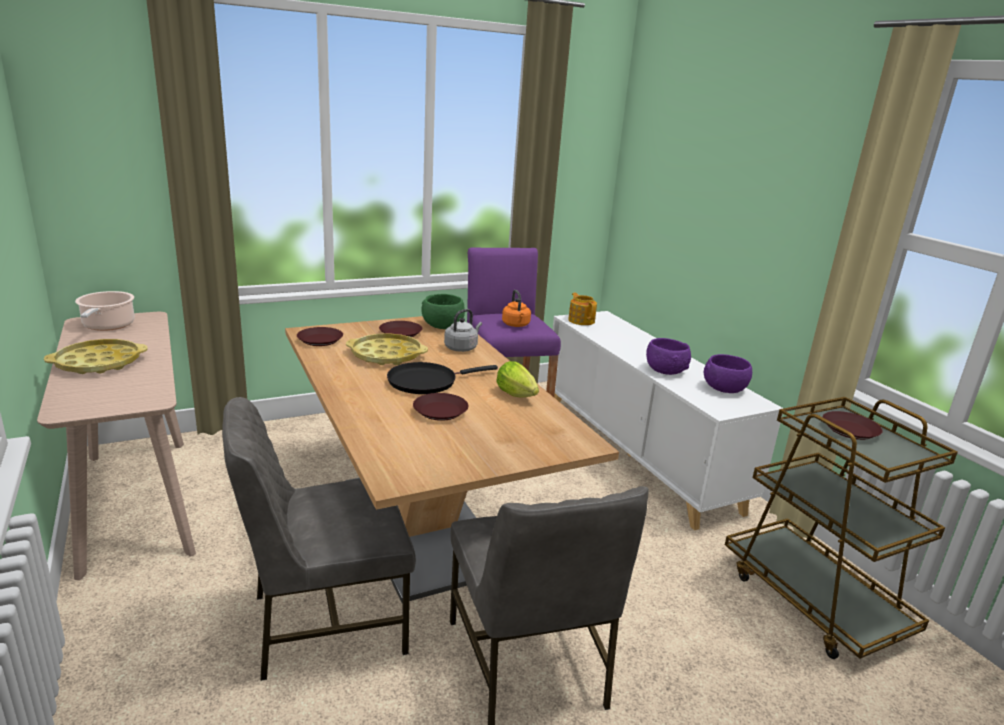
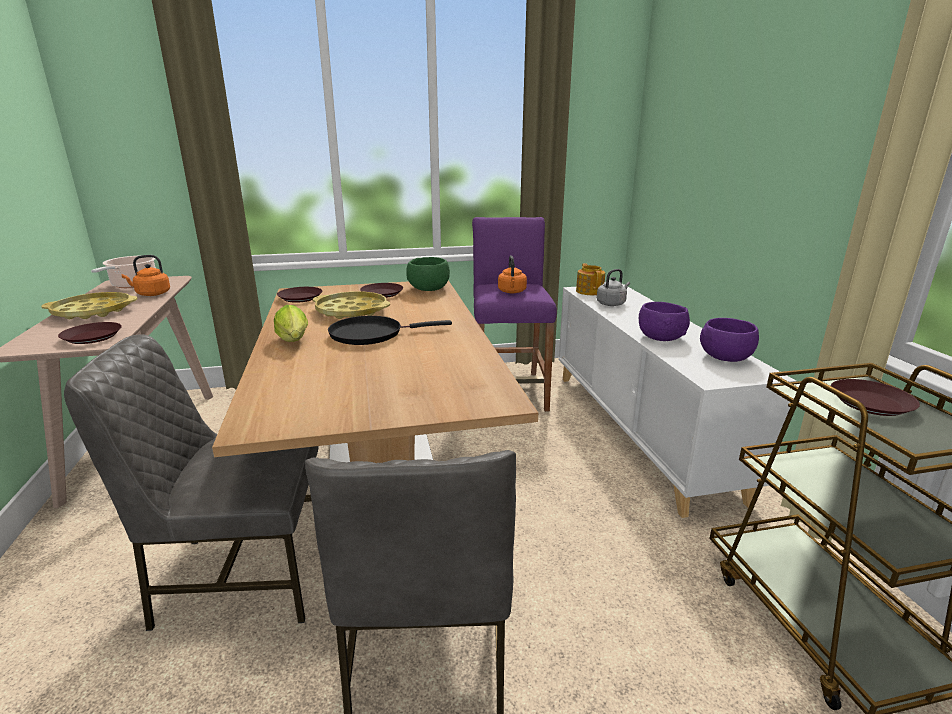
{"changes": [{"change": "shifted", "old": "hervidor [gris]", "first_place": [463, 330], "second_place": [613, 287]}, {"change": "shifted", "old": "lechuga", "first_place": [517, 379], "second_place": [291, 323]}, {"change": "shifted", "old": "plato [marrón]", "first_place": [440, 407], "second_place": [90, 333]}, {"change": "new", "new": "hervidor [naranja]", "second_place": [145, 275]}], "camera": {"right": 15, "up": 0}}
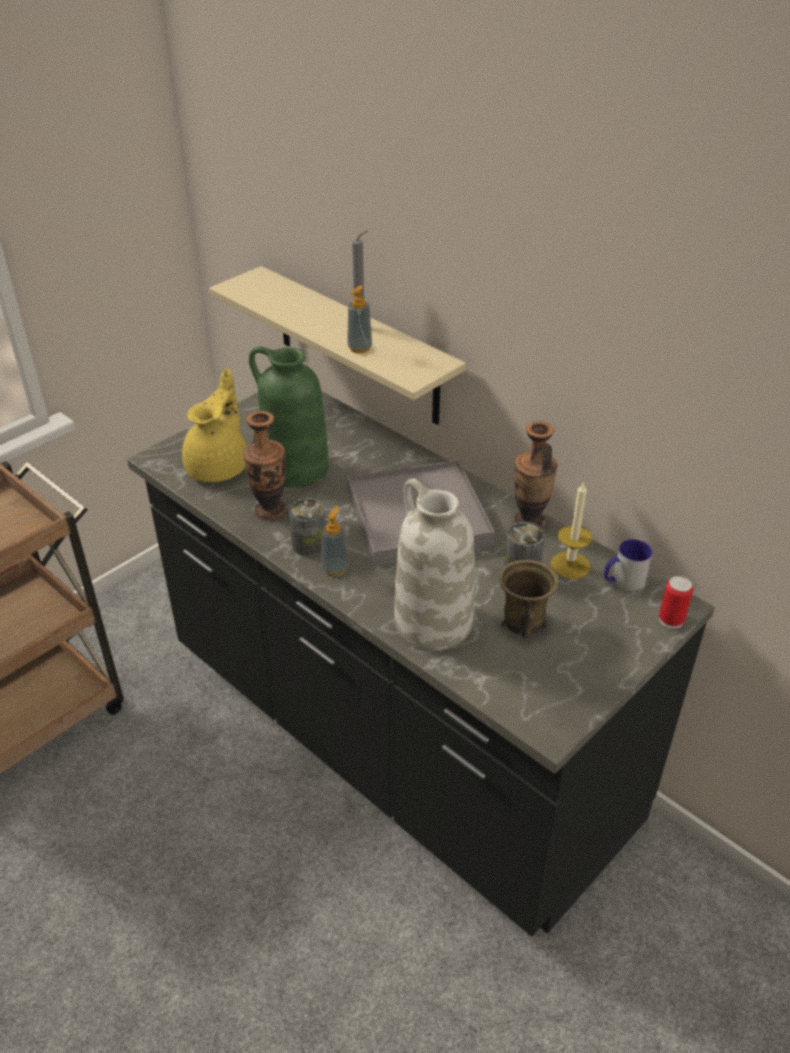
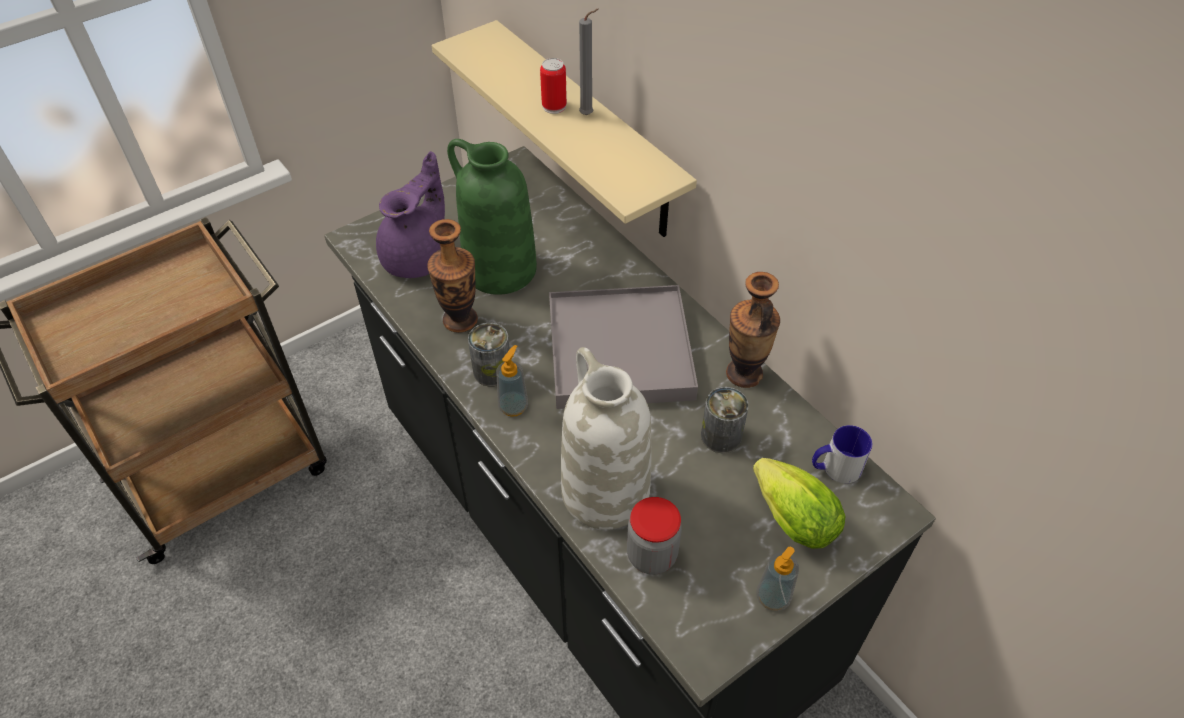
{"changes": [{"change": "shifted", "old": "dispensador de jabón", "first_place": [359, 319], "second_place": [777, 579]}, {"change": "repainted", "old": "tetera [amarillo]", "new": "tetera [morado]", "first_place": [214, 425], "second_place": [410, 214]}, {"change": "gone", "old": "vela", "first_place": [571, 530]}, {"change": "gone", "old": "taza grande [marrón]", "first_place": [529, 599]}, {"change": "shifted", "old": "lata", "first_place": [676, 602], "second_place": [553, 86]}, {"change": "new", "new": "lechuga", "second_place": [799, 503]}, {"change": "new", "new": "tarro", "second_place": [654, 536]}], "camera": {"right": 10, "up": 10}}
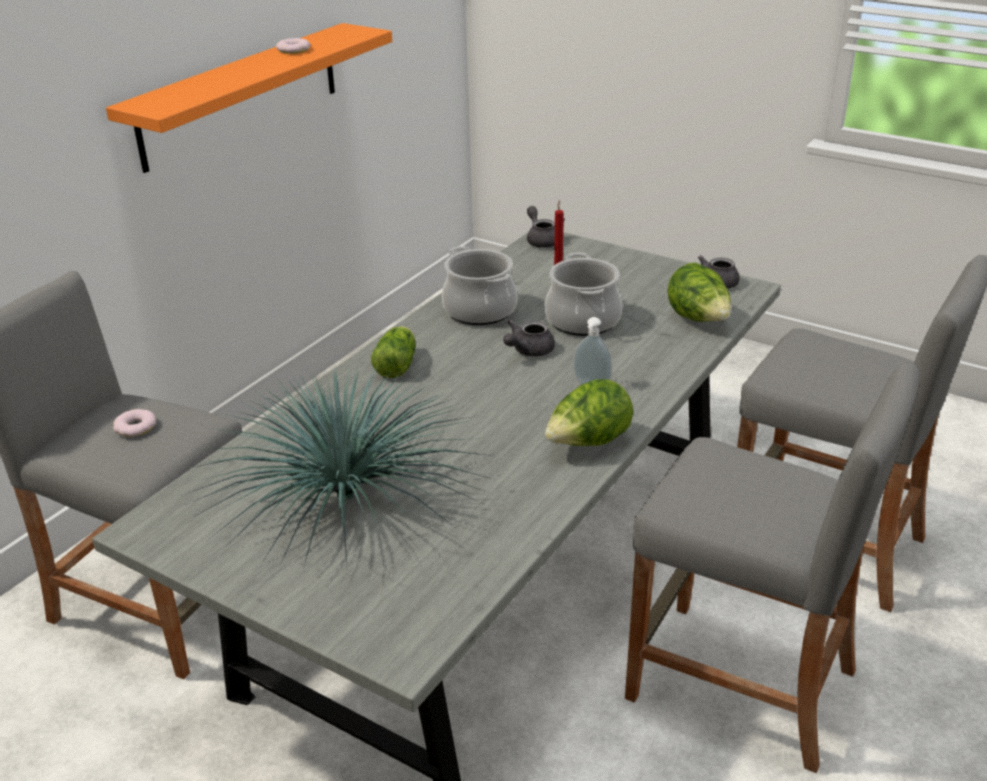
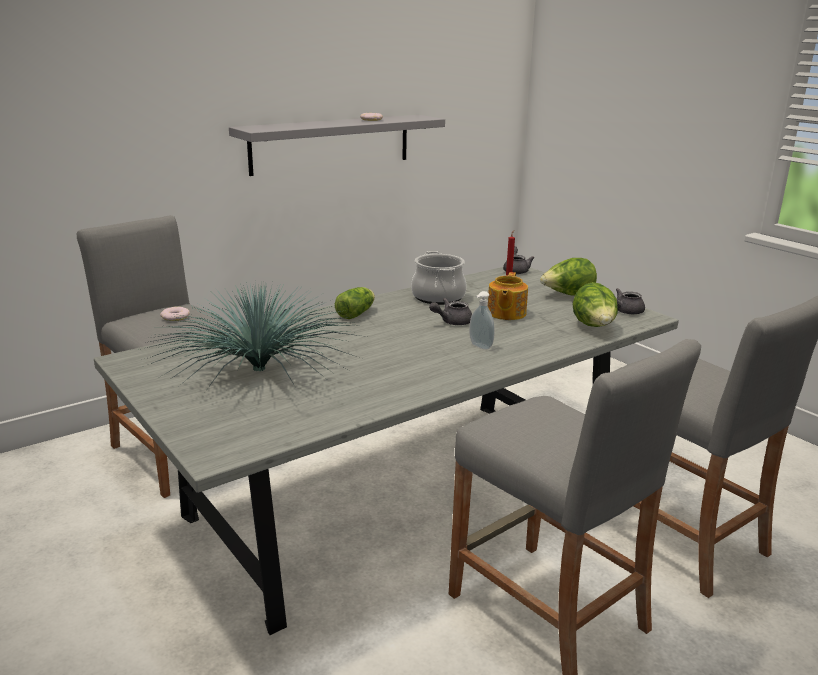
{"changes": [{"change": "repainted", "old": "estante [naranja]", "new": "estante [gris]", "first_place": [249, 98], "second_place": [337, 145]}, {"change": "swapped", "old": "olla", "new": "tetera", "first_place": [584, 294], "second_place": [508, 296]}, {"change": "shifted", "old": "lechuga", "first_place": [589, 412], "second_place": [568, 277]}], "camera": {"right": 20, "up": -10}}
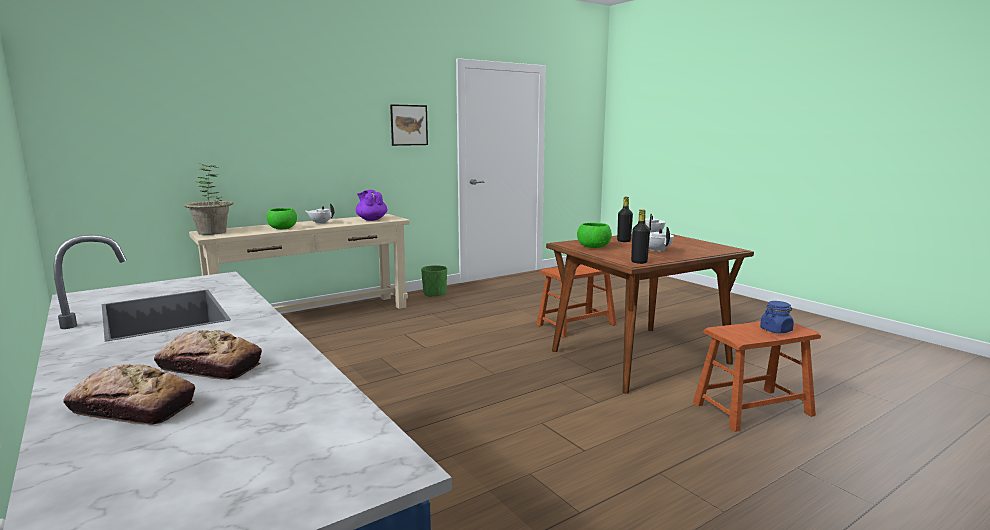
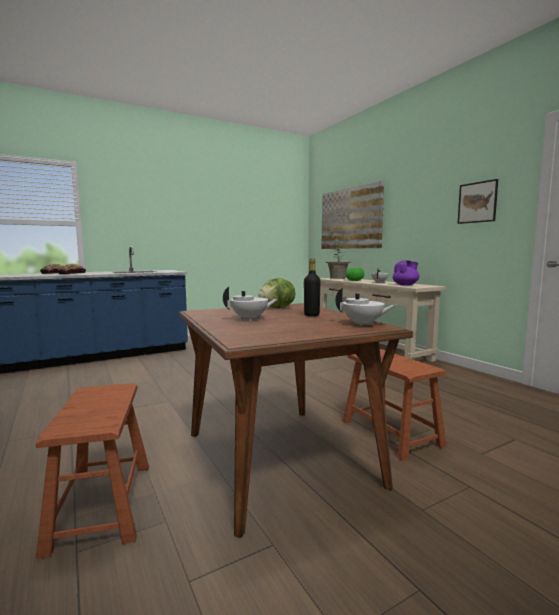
{"changes": [{"change": "gone", "old": "botella [negro]", "first_place": [640, 236]}, {"change": "swapped", "old": "cuenco [verde]", "new": "lechuga", "first_place": [594, 235], "second_place": [277, 293]}, {"change": "gone", "old": "maceta [verde]", "first_place": [434, 281]}, {"change": "gone", "old": "tarro [azul]", "first_place": [777, 317]}, {"change": "new", "new": "cuadro", "second_place": [353, 215]}], "camera": {"right": 95, "up": -5}}
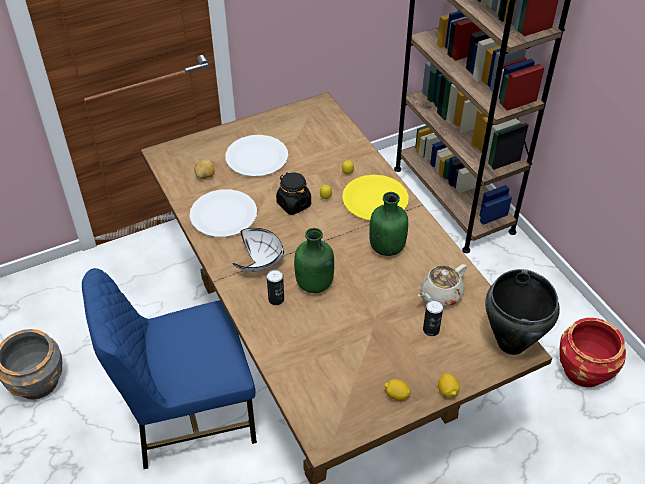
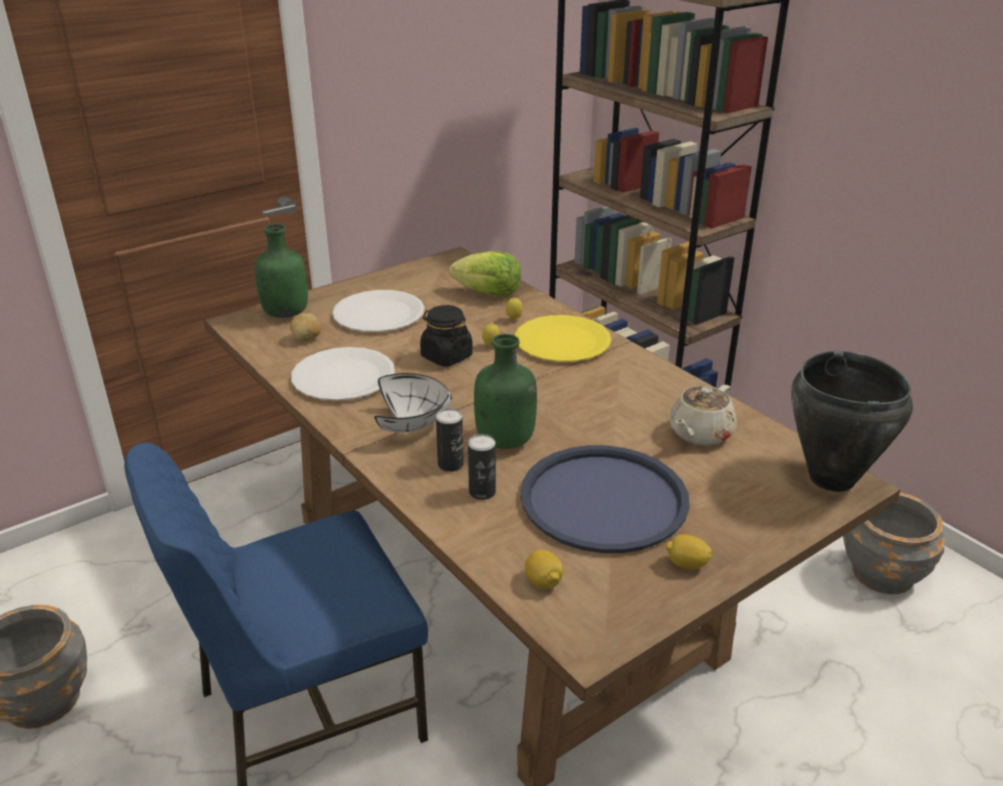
{"changes": [{"change": "shifted", "old": "botella [verde]", "first_place": [388, 224], "second_place": [281, 271]}, {"change": "shifted", "old": "lata", "first_place": [433, 318], "second_place": [482, 467]}, {"change": "repainted", "old": "maceta [rojo]", "new": "maceta [gris]", "first_place": [592, 352], "second_place": [894, 543]}, {"change": "shifted", "old": "limón", "first_place": [449, 386], "second_place": [544, 569]}, {"change": "new", "new": "lechuga", "second_place": [485, 274]}, {"change": "new", "new": "bandeja [azul]", "second_place": [605, 499]}], "camera": {"right": -10, "up": -15}}
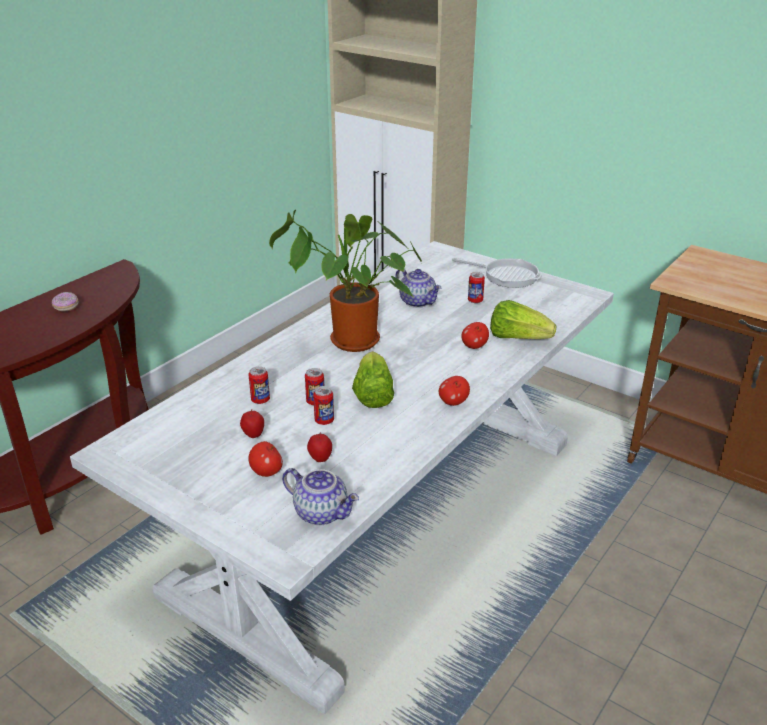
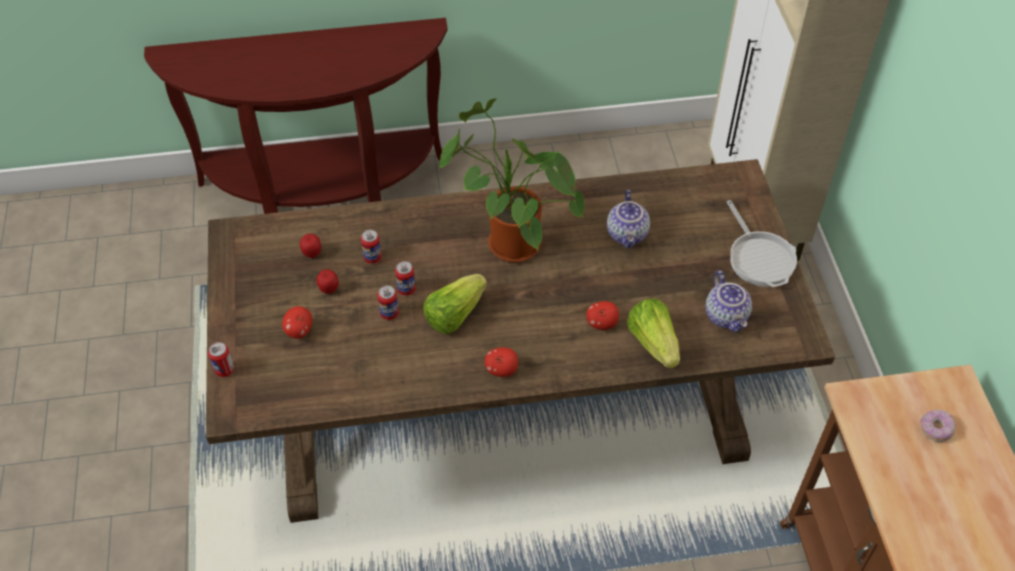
{"changes": [{"change": "repainted", "old": "mesa de comedor [blanco]", "new": "mesa de comedor [marrón]", "first_place": [342, 477], "second_place": [520, 341]}, {"change": "shifted", "old": "lata", "first_place": [476, 287], "second_place": [221, 359]}, {"change": "shifted", "old": "rosquilla", "first_place": [65, 301], "second_place": [938, 426]}, {"change": "shifted", "old": "manzana", "first_place": [319, 447], "second_place": [310, 246]}, {"change": "shifted", "old": "tetera", "first_place": [320, 496], "second_place": [728, 301]}], "camera": {"right": 45, "up": 20}}
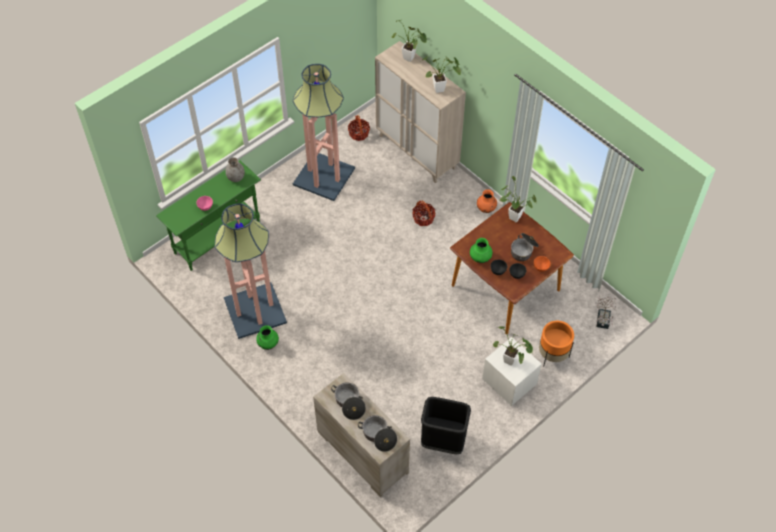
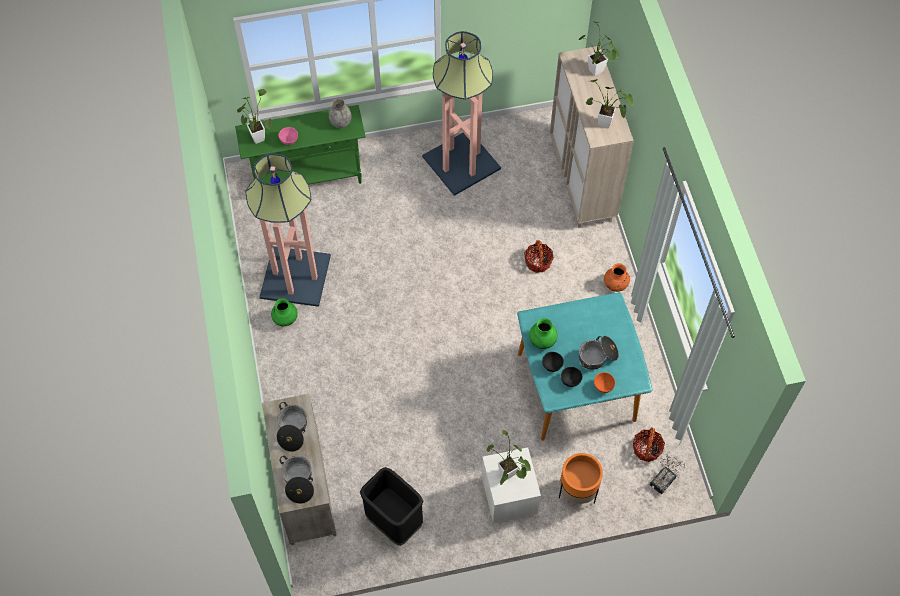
{"changes": [{"change": "shifted", "old": "cesta", "first_place": [359, 128], "second_place": [649, 444]}, {"change": "shifted", "old": "planta en maceta", "first_place": [518, 199], "second_place": [254, 116]}, {"change": "repainted", "old": "mesa de comedor [marrón]", "new": "mesa de comedor [turquesa]", "first_place": [512, 268], "second_place": [585, 366]}], "camera": {"right": 30, "up": 5}}
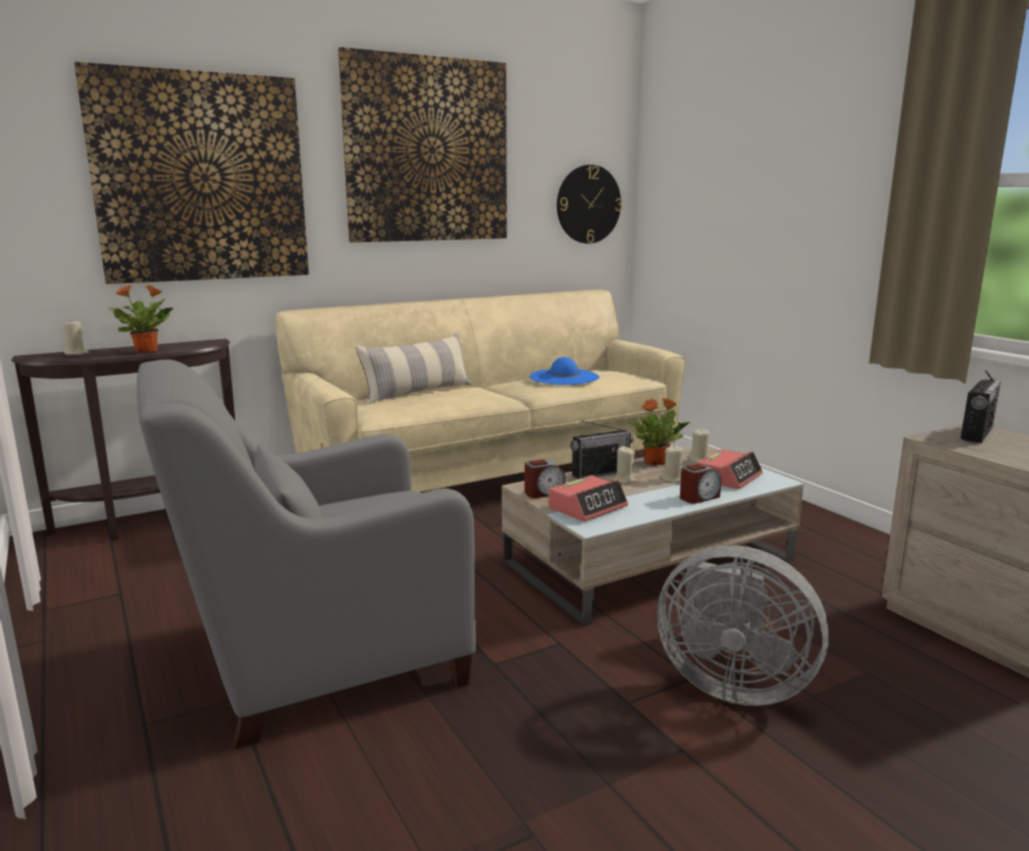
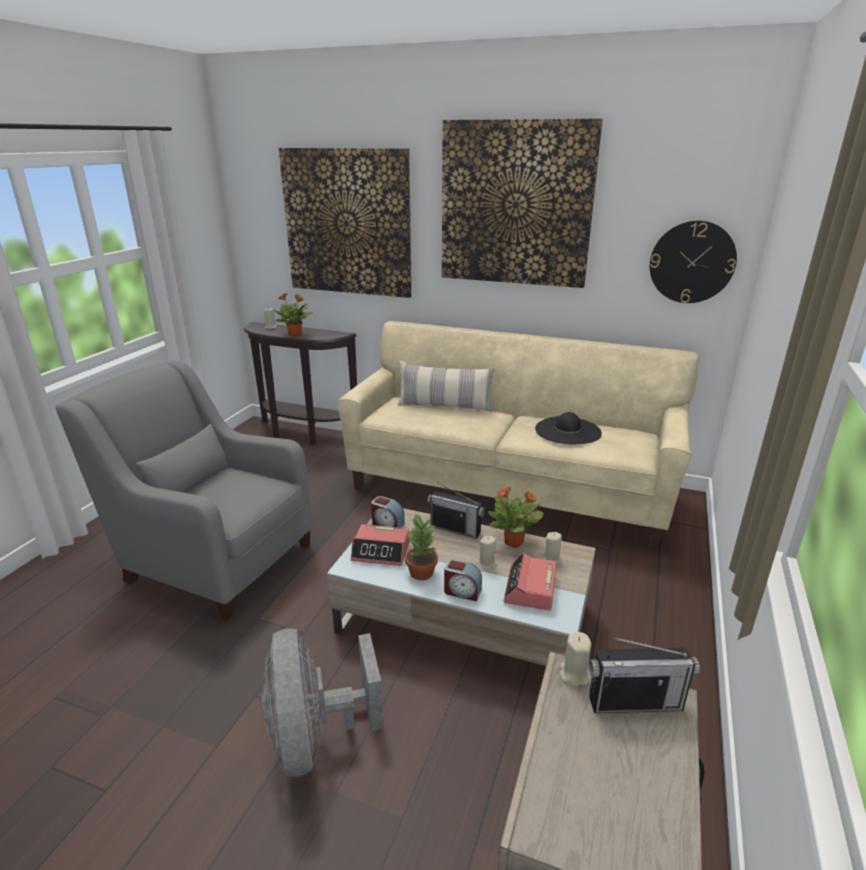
{"changes": [{"change": "repainted", "old": "sombrero [azul]", "new": "sombrero [negro]", "first_place": [565, 371], "second_place": [568, 428]}, {"change": "shifted", "old": "vela [beis]", "first_place": [624, 465], "second_place": [575, 659]}, {"change": "rotated", "old": "despertador", "first_place": [730, 469], "second_place": [530, 582], "degrees": 105}, {"change": "new", "new": "planta en maceta", "second_place": [421, 547]}], "camera": {"right": 50, "up": 10}}
